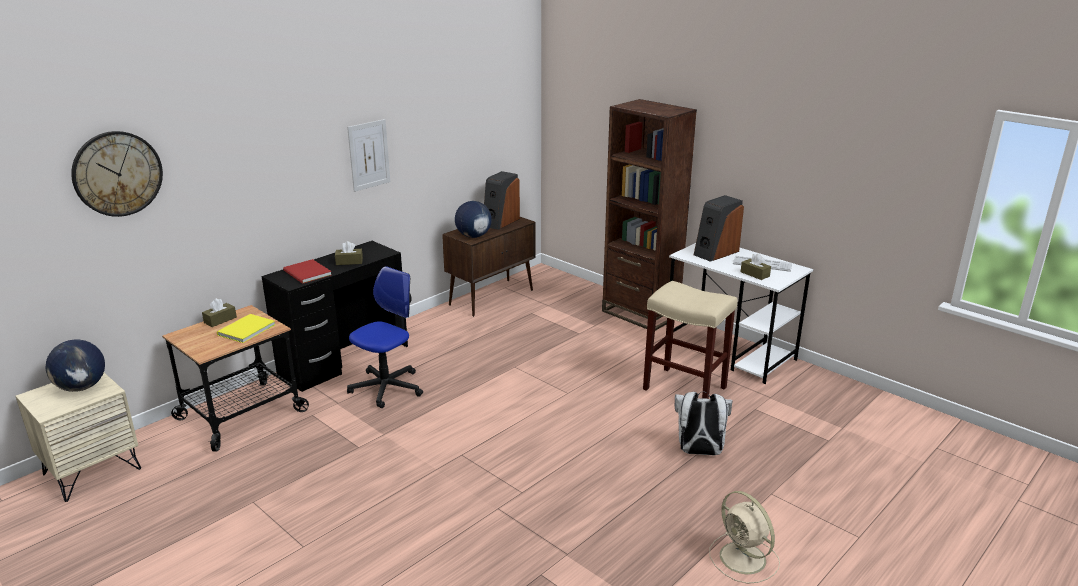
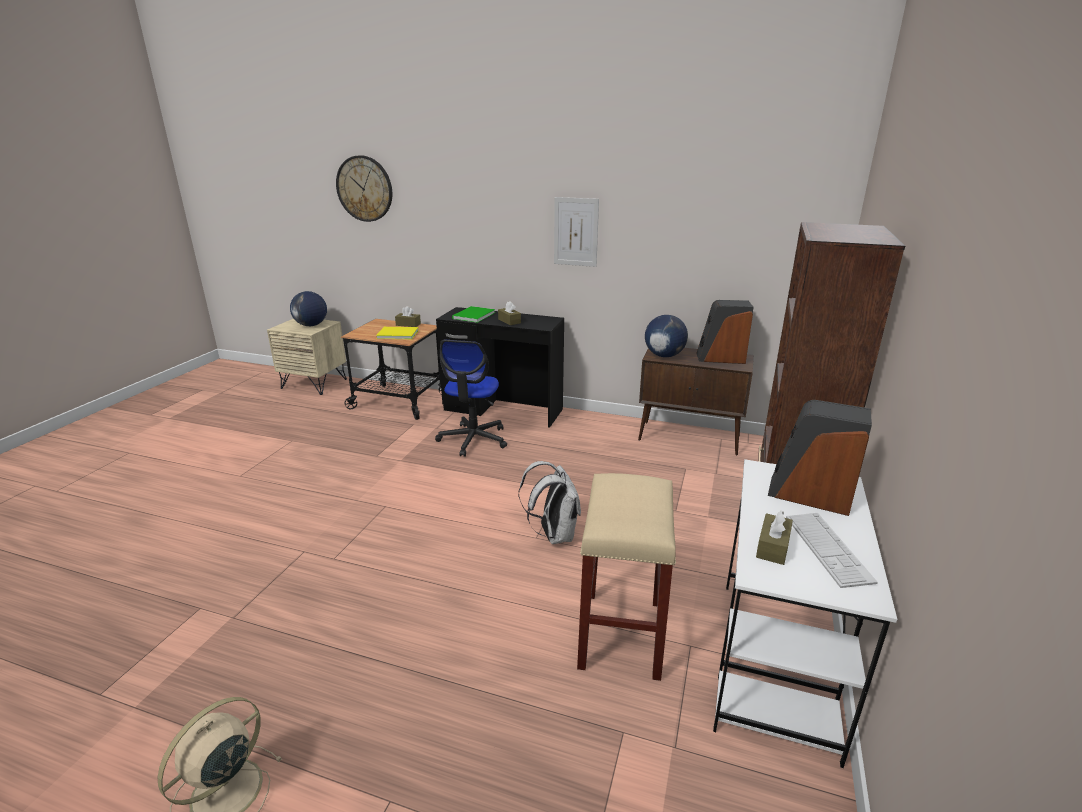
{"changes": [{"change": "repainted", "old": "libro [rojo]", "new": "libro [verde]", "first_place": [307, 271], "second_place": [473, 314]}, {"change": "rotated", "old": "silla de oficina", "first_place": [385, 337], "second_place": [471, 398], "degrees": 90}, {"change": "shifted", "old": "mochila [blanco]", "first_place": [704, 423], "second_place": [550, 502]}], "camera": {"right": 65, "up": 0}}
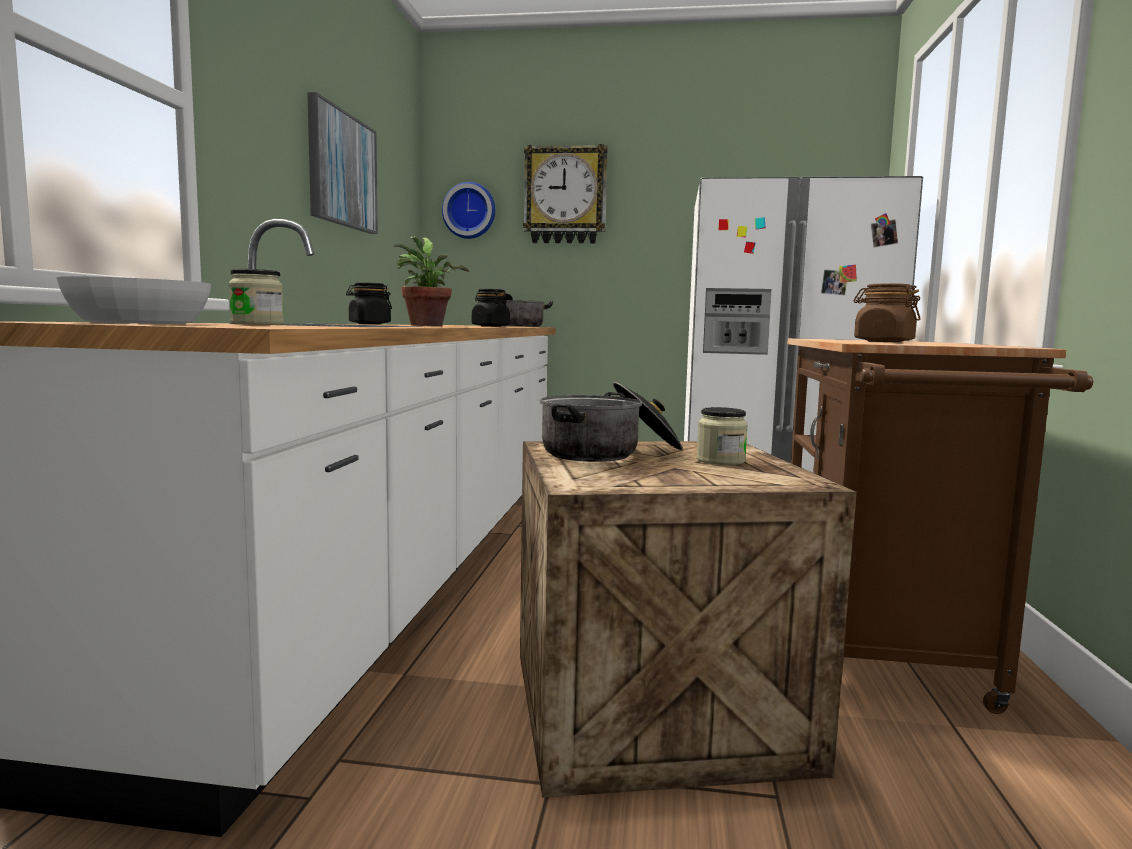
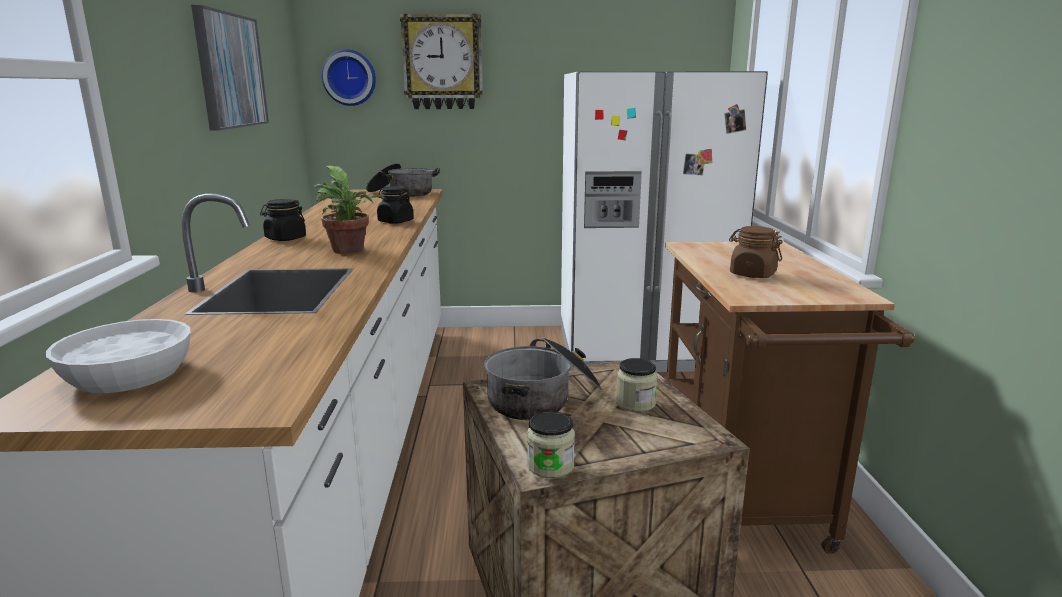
{"changes": [{"change": "shifted", "old": "tarro", "first_place": [256, 297], "second_place": [551, 445]}], "camera": {"right": -10, "up": 10}}
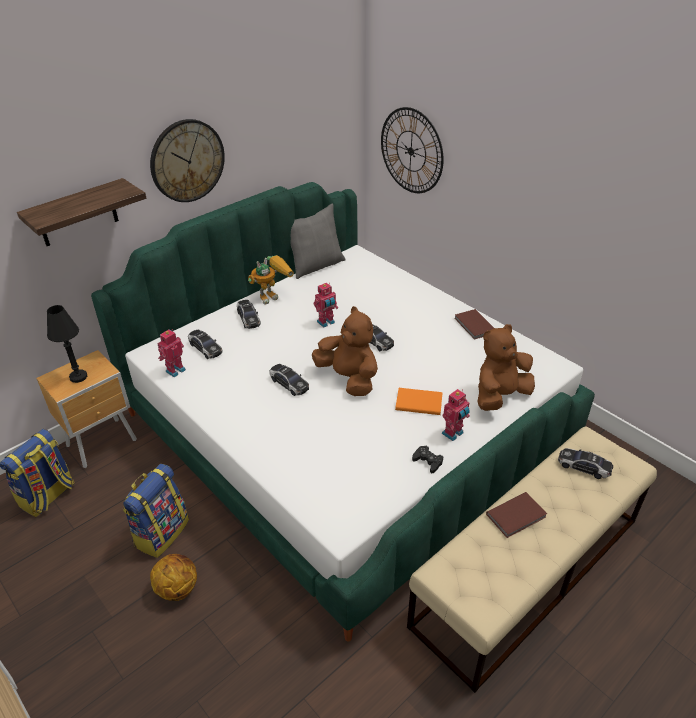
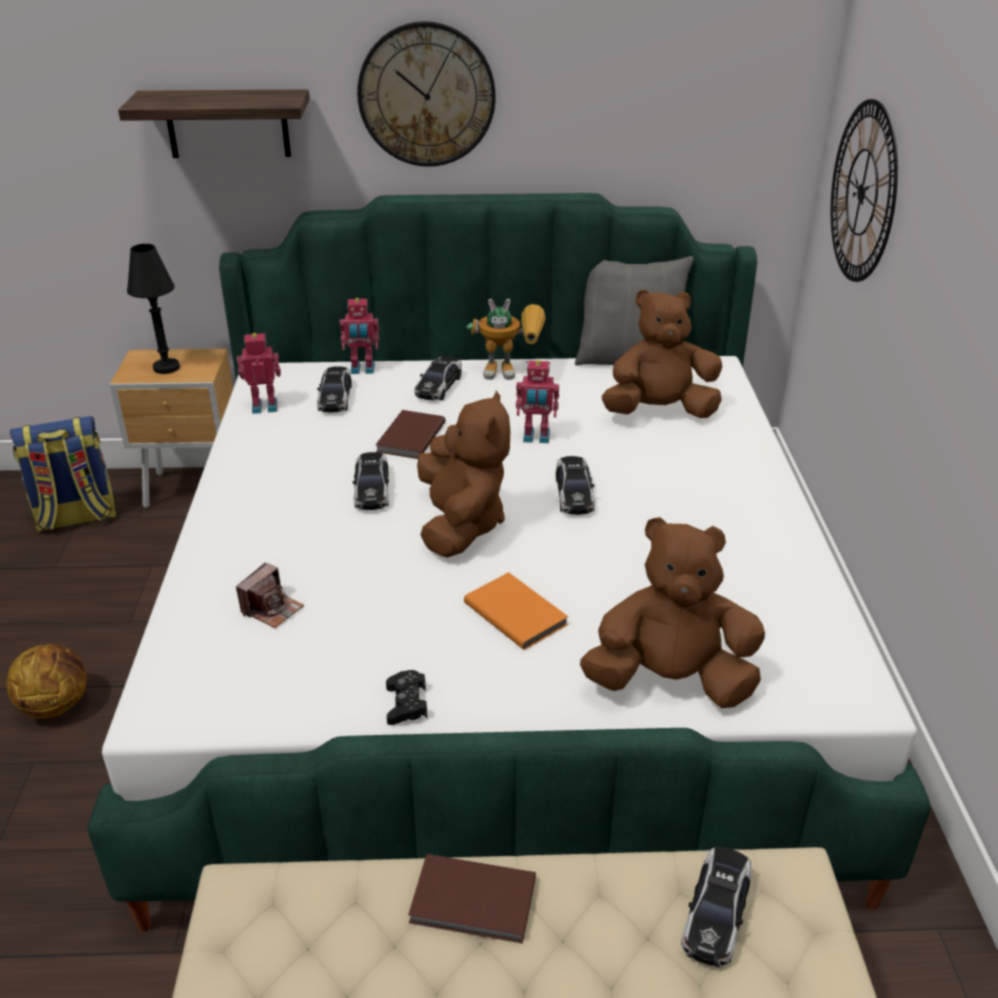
{"changes": [{"change": "shifted", "old": "libro [marrón]", "first_place": [474, 324], "second_place": [411, 434]}, {"change": "shifted", "old": "robot de juguete", "first_place": [455, 415], "second_place": [359, 336]}, {"change": "rotated", "old": "coche de juguete", "first_place": [585, 463], "second_place": [716, 907], "degrees": -135}, {"change": "gone", "old": "mochila", "first_place": [155, 511]}, {"change": "new", "new": "peluche [marrón]", "second_place": [662, 353]}, {"change": "new", "new": "cámara", "second_place": [270, 595]}], "camera": {"right": 40, "up": -5}}
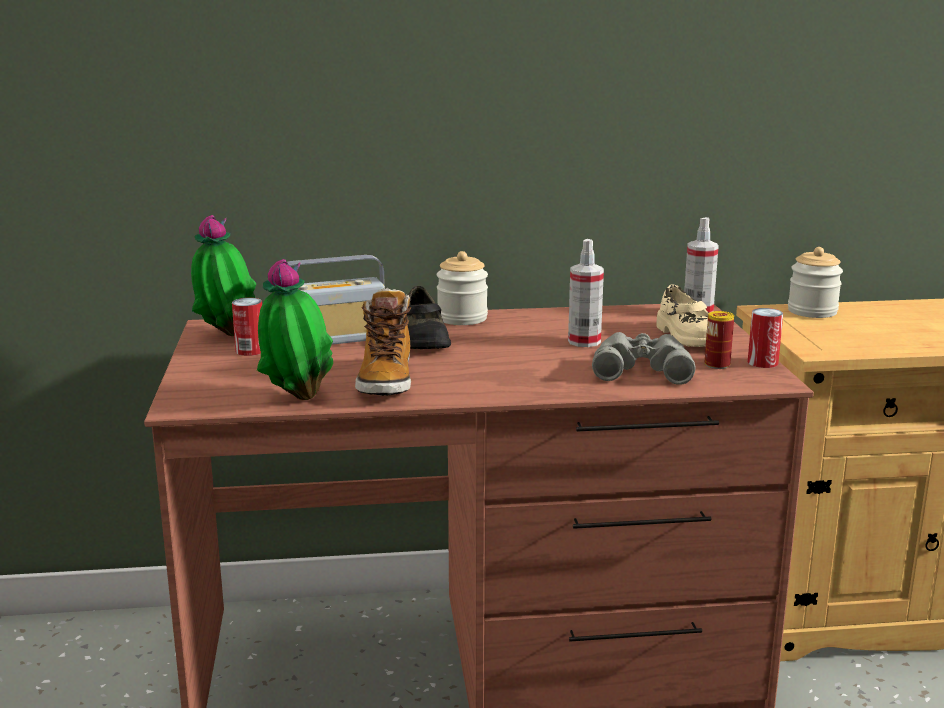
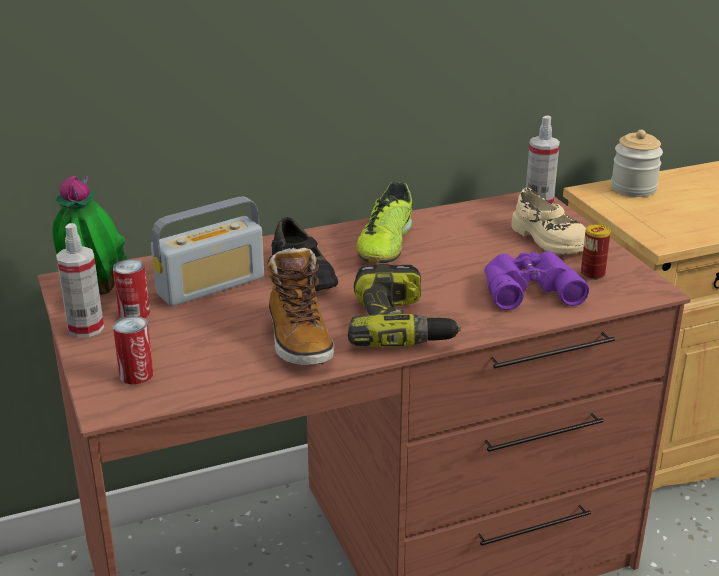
{"changes": [{"change": "shifted", "old": "pulverizador", "first_place": [586, 293], "second_place": [80, 280]}, {"change": "gone", "old": "tarro", "first_place": [462, 288]}, {"change": "gone", "old": "planta en maceta", "first_place": [295, 329]}, {"change": "shifted", "old": "lata", "first_place": [765, 338], "second_place": [133, 350]}, {"change": "repainted", "old": "prismáticos [gris]", "new": "prismáticos [morado]", "first_place": [643, 358], "second_place": [537, 280]}, {"change": "new", "new": "zapato", "second_place": [384, 222]}, {"change": "new", "new": "taladro", "second_place": [404, 305]}], "camera": {"right": -15, "up": 10}}
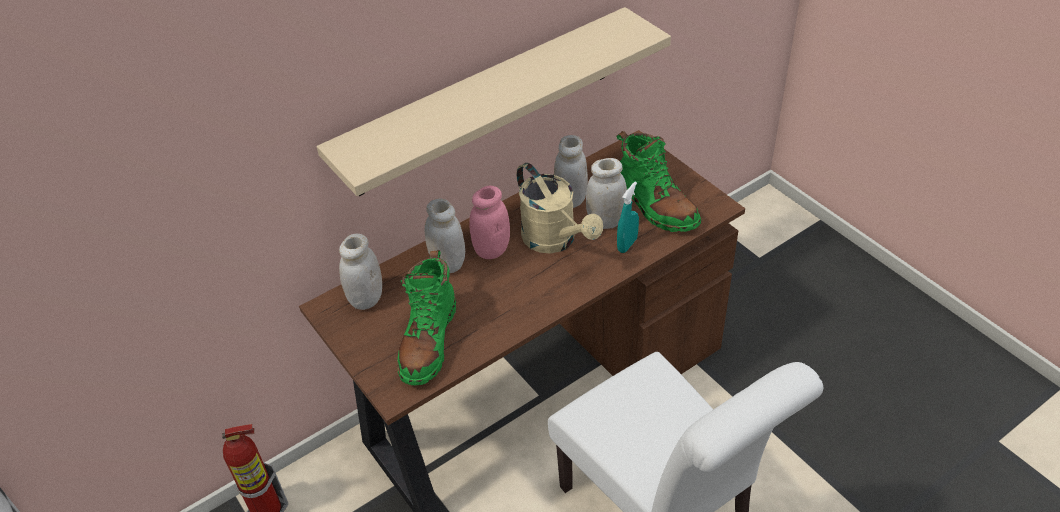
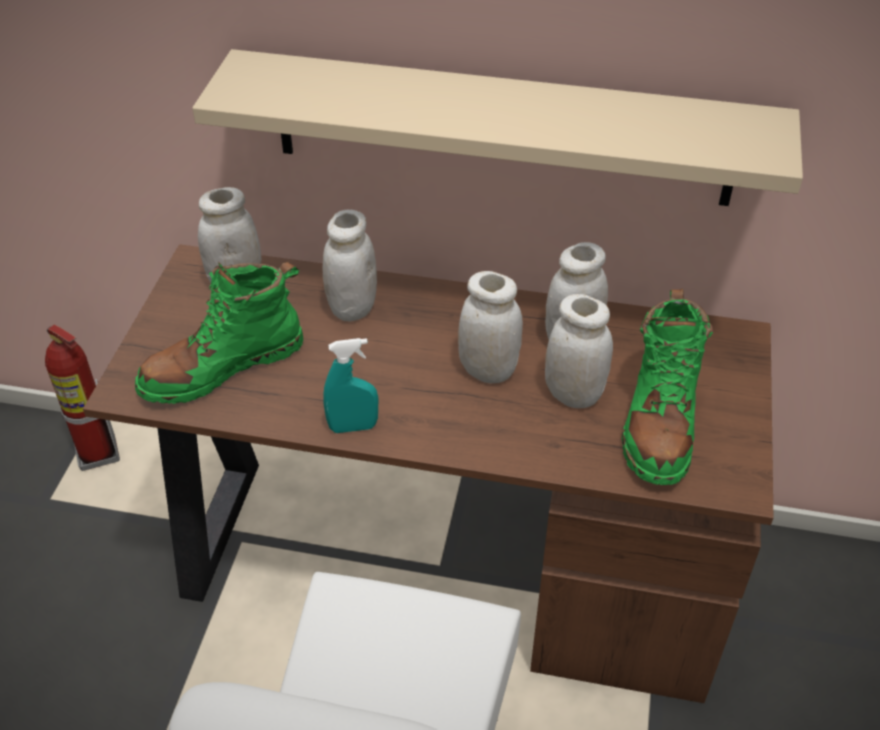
{"changes": [{"change": "swapped", "old": "regadera [beis]", "new": "tarro [blanco]", "first_place": [560, 208], "second_place": [490, 327]}, {"change": "shifted", "old": "pulverizador [turquesa]", "first_place": [628, 217], "second_place": [350, 385]}, {"change": "gone", "old": "tarro [rosa]", "first_place": [489, 222]}], "camera": {"right": 45, "up": 0}}
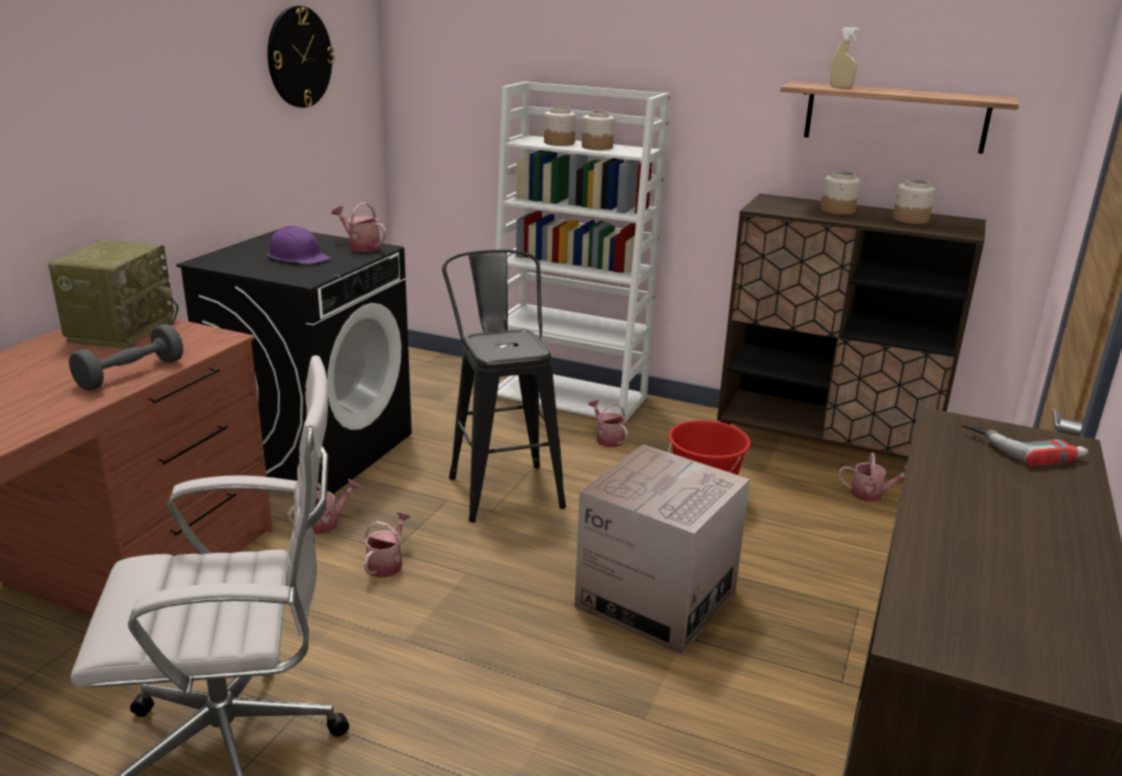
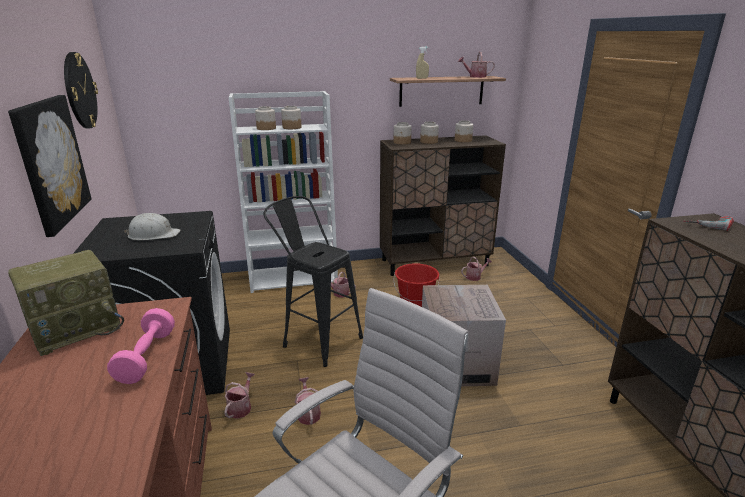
{"changes": [{"change": "shifted", "old": "regadera", "first_place": [358, 227], "second_place": [476, 65]}, {"change": "repainted", "old": "casco [morado]", "new": "casco [blanco]", "first_place": [298, 245], "second_place": [152, 226]}, {"change": "rotated", "old": "radio", "first_place": [113, 294], "second_place": [66, 303], "degrees": 75}, {"change": "repainted", "old": "mancuerna [gris]", "new": "mancuerna [rosa]", "first_place": [126, 357], "second_place": [141, 346]}, {"change": "new", "new": "cuadro", "second_place": [50, 166]}, {"change": "new", "new": "tarro", "second_place": [402, 133]}], "camera": {"right": -35, "up": 0}}
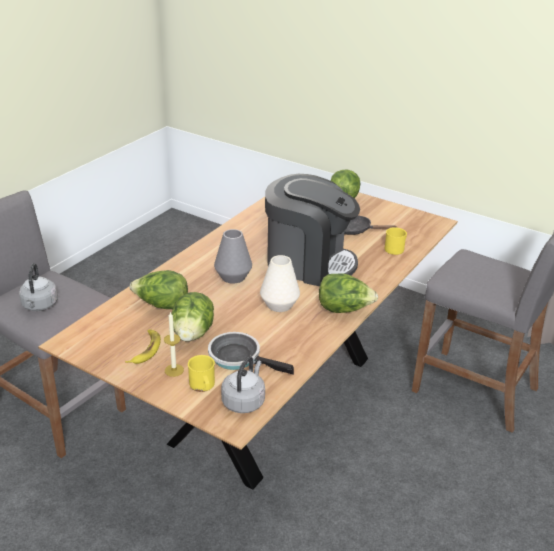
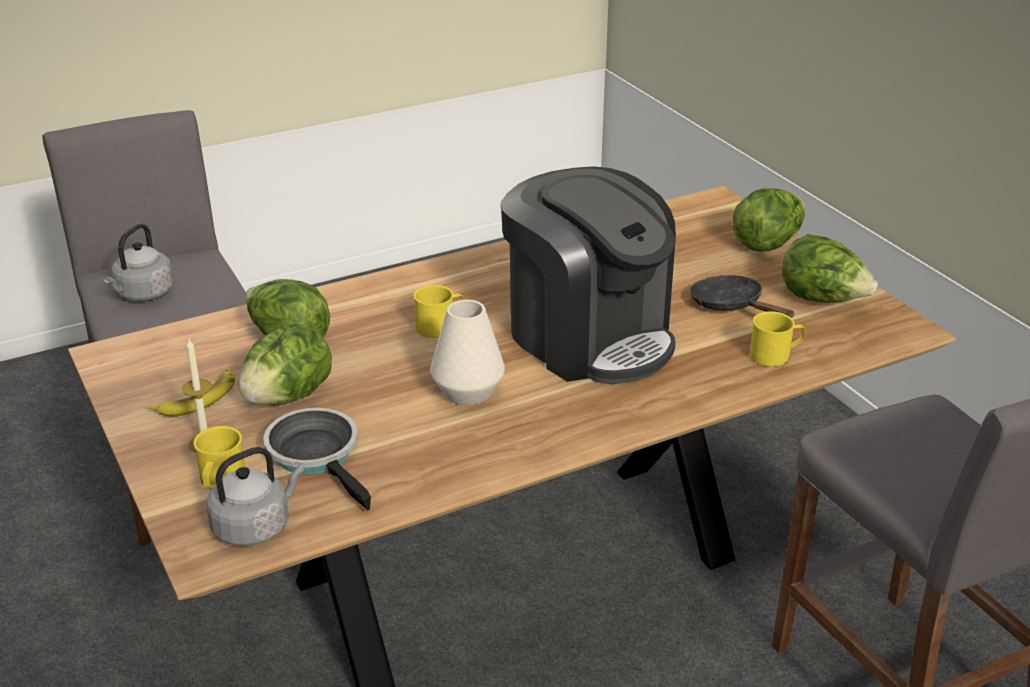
{"changes": [{"change": "swapped", "old": "florero [gris]", "new": "taza grande [amarillo]", "first_place": [233, 256], "second_place": [438, 311]}, {"change": "shifted", "old": "lechuga", "first_place": [348, 293], "second_place": [830, 268]}], "camera": {"right": 30, "up": 0}}
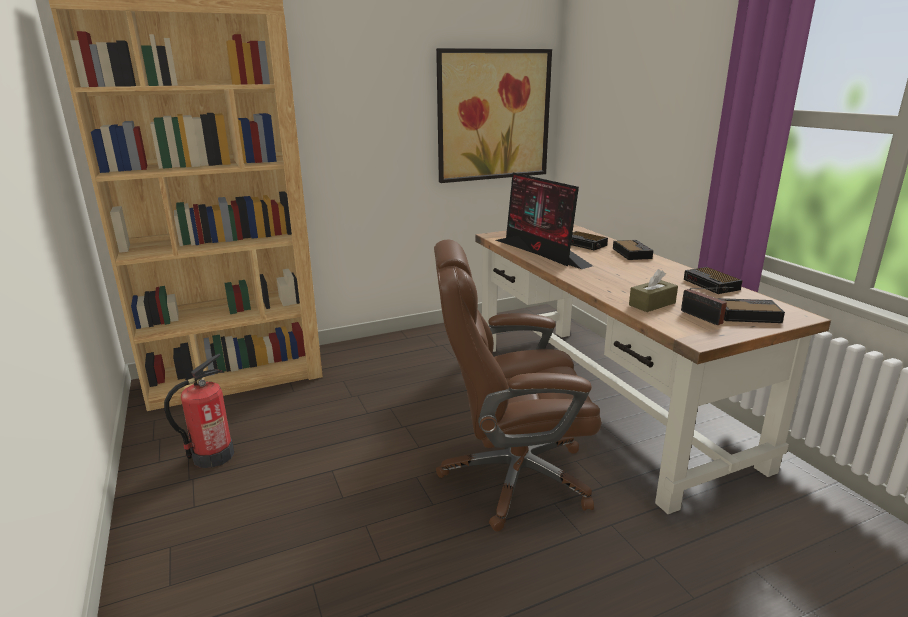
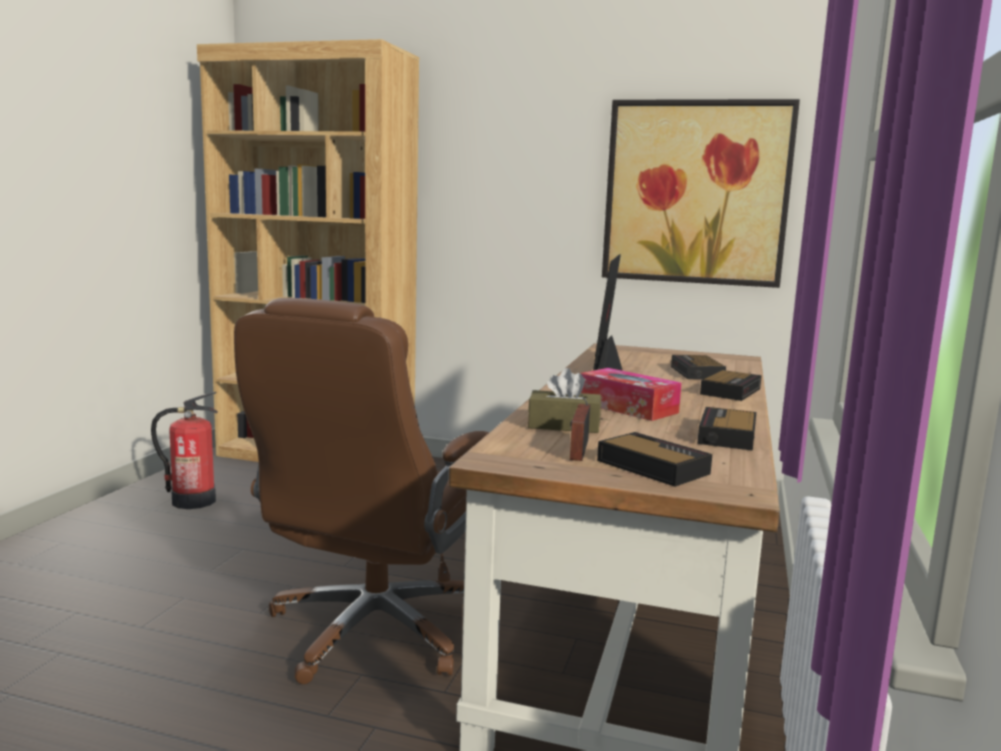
{"changes": [{"change": "rotated", "old": "silla de oficina [marrón]", "first_place": [517, 385], "second_place": [361, 491], "degrees": -105}, {"change": "new", "new": "caja de pañuelos", "second_place": [630, 394]}], "camera": {"right": 40, "up": -10}}
